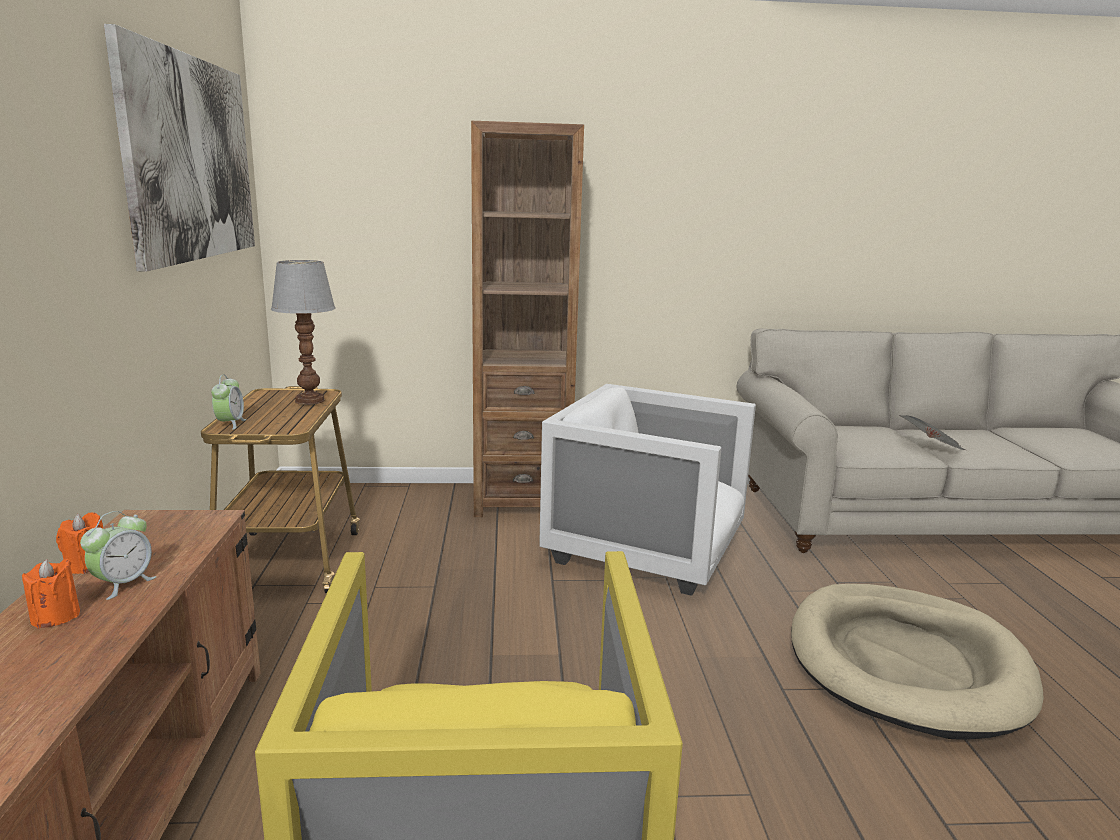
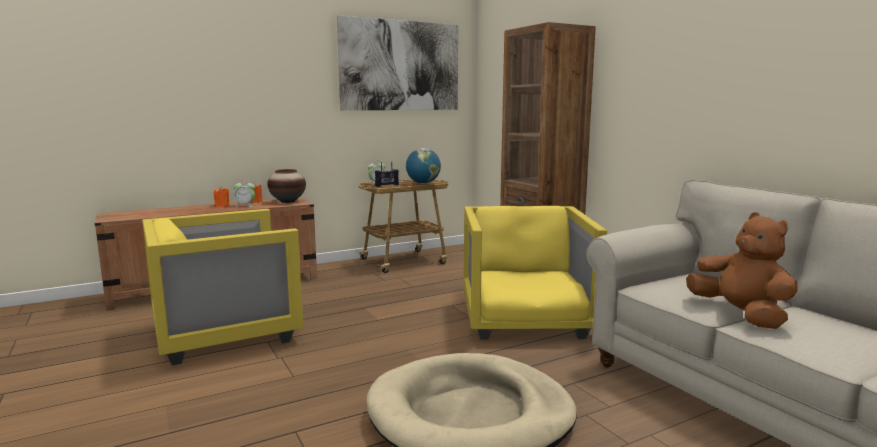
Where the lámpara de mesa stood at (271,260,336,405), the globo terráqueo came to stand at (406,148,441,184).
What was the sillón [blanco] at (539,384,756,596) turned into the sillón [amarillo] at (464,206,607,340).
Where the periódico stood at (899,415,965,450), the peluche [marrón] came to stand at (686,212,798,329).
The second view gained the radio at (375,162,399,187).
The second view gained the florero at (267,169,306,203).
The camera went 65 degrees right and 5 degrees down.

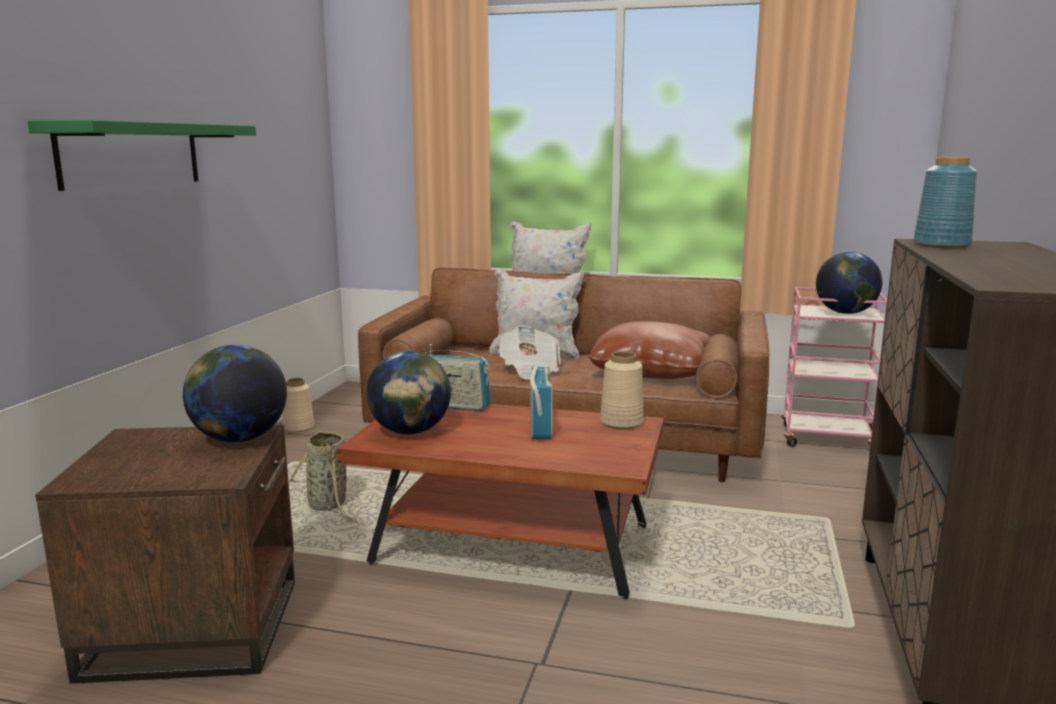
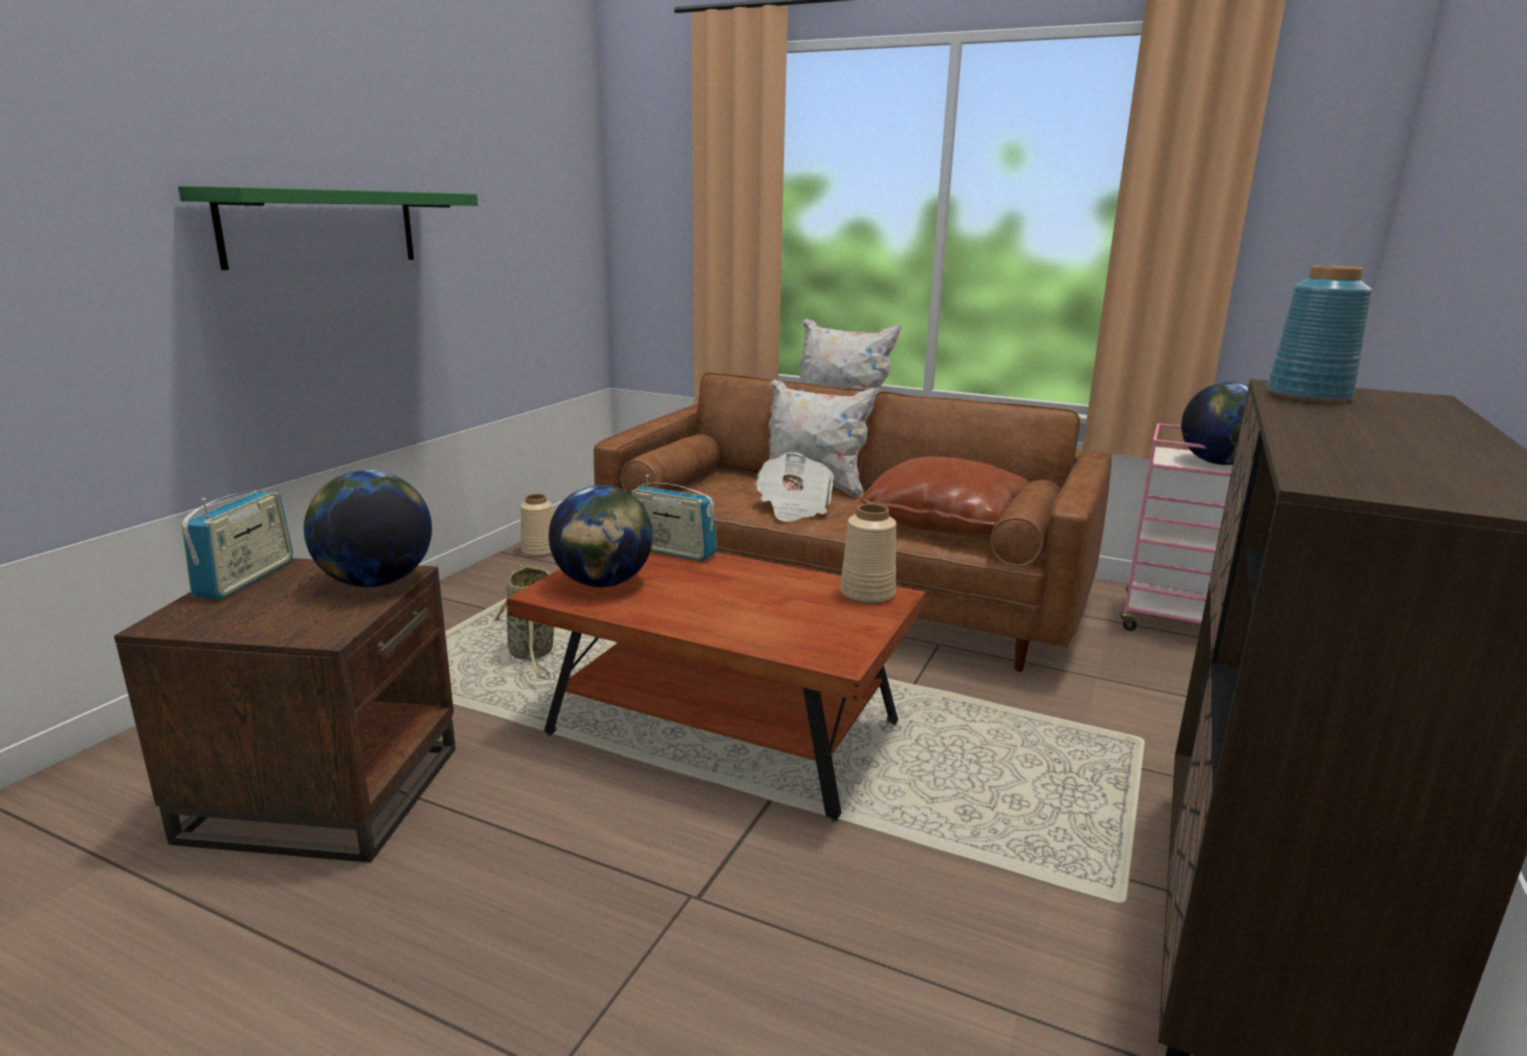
The radio ended up elsewhere, having gone from (530,365,552,440) to (181,490,293,600).
The camera went 10 degrees right and 5 degrees up.

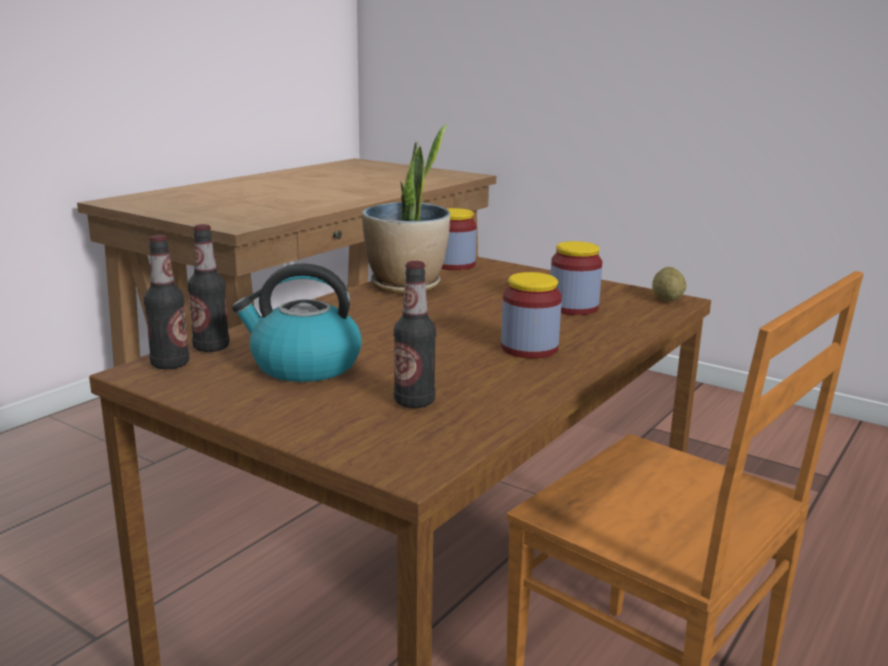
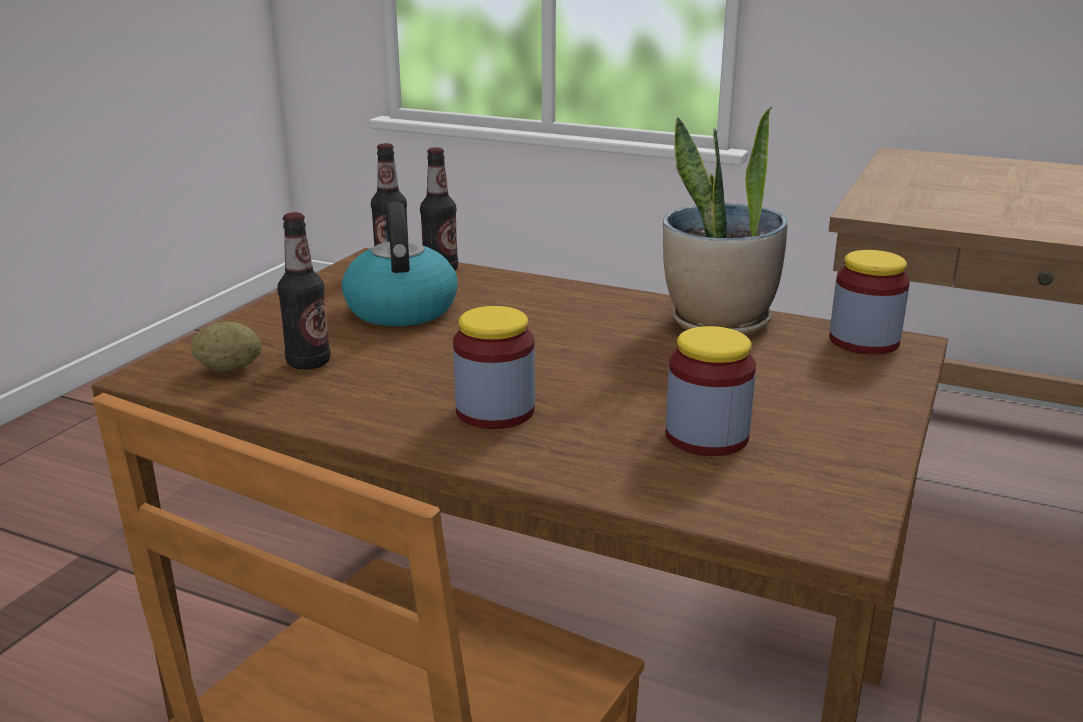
The patata ended up elsewhere, having gone from (652,267,686,301) to (191,322,262,372).
The camera went 80 degrees right and 5 degrees up.

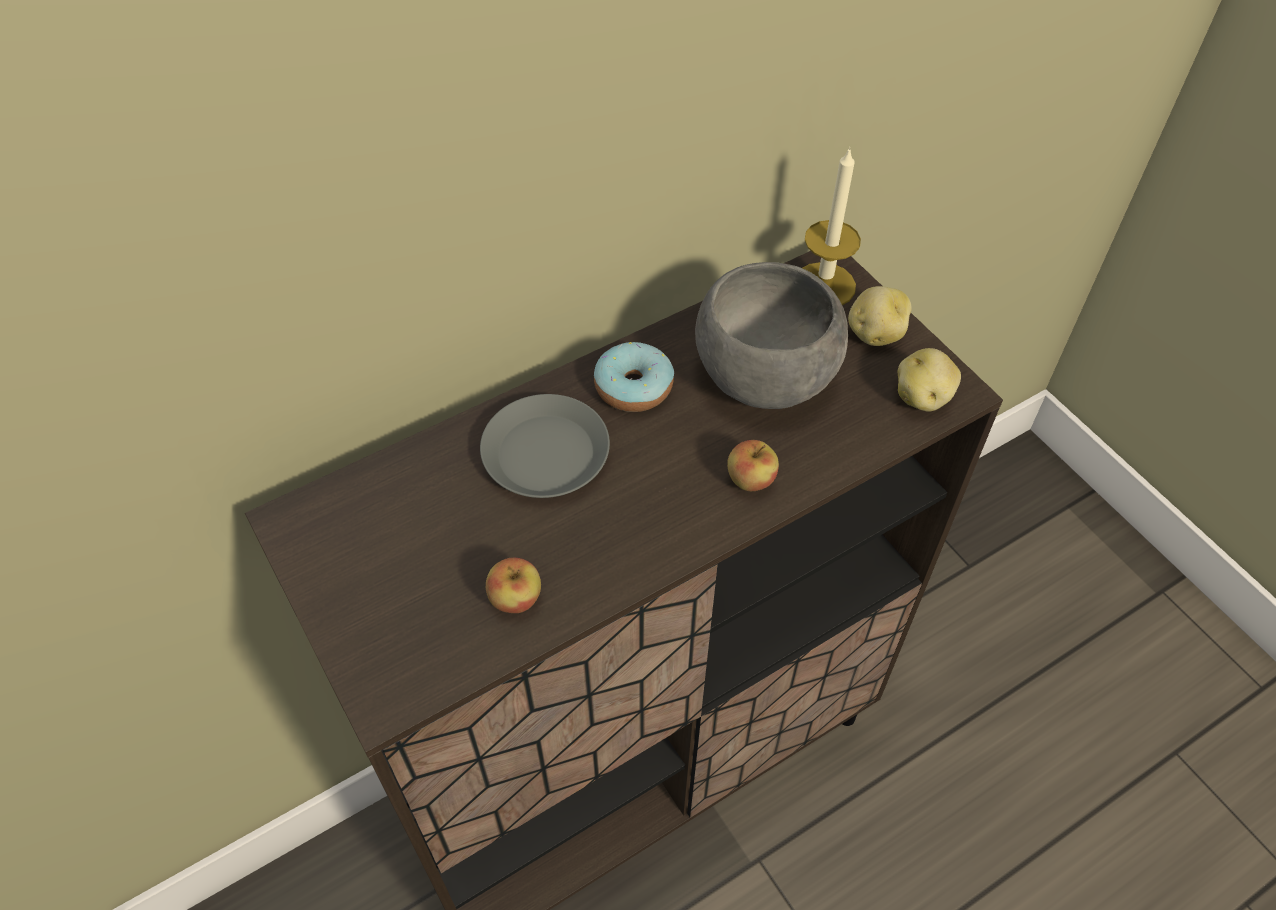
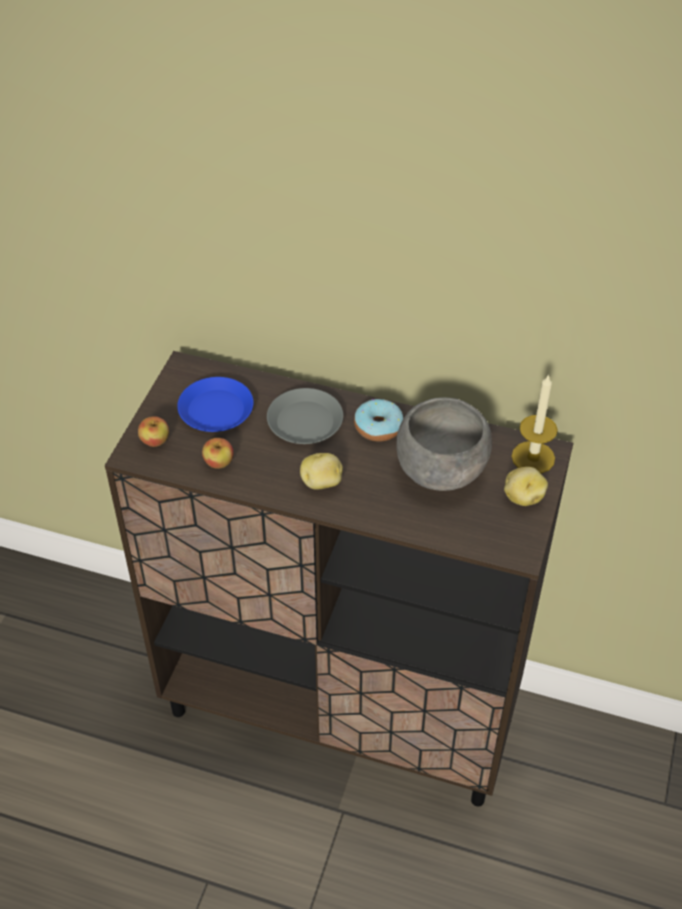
The patata ended up elsewhere, having gone from (898,348,961,412) to (300,453,343,490).
The manzana ended up elsewhere, having gone from (727,440,779,491) to (138,416,169,447).
The second view gained the plato [azul] at (177,377,254,432).
The camera went 50 degrees right and 5 degrees down.

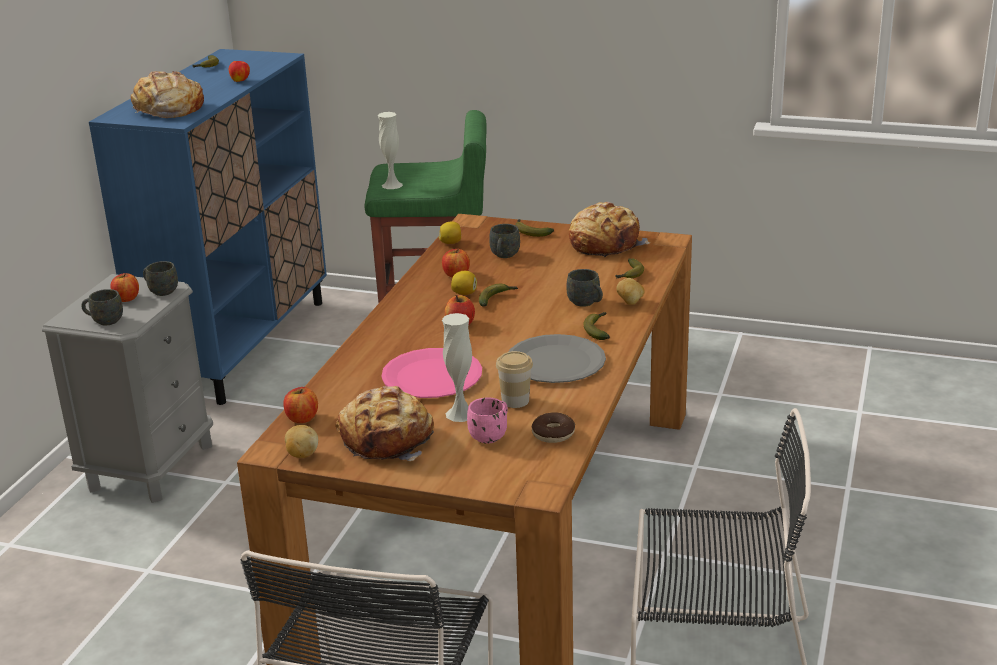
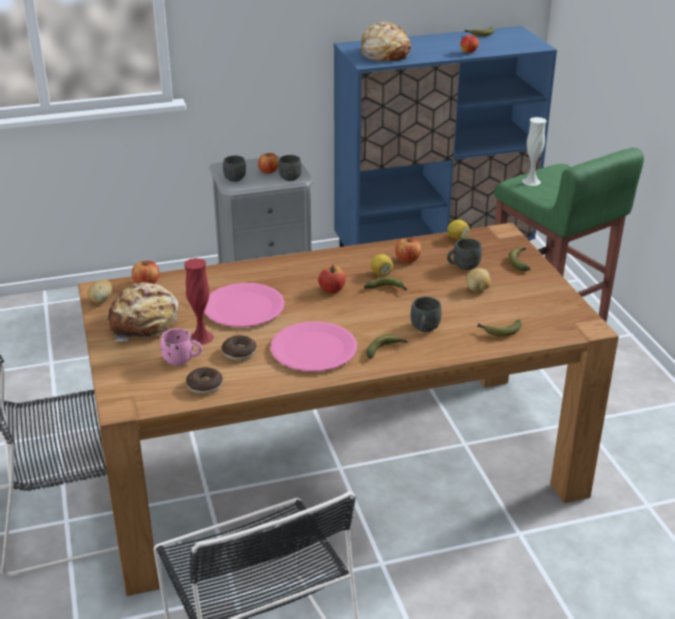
The second view lost the pan at (569,202,650,257).
The patata ended up elsewhere, having gone from (616,278,645,305) to (466,268,491,291).
What was the florero [blanco] at (442,313,472,422) turned into the florero [rojo] at (184,258,214,345).
What was the plato [gris] at (509,334,606,383) turned into the plato [rosa] at (271,322,357,371).
Where the taza stood at (496,351,533,408), the rosquilla came to stand at (222,335,257,361).
The camera went 55 degrees right and 5 degrees up.

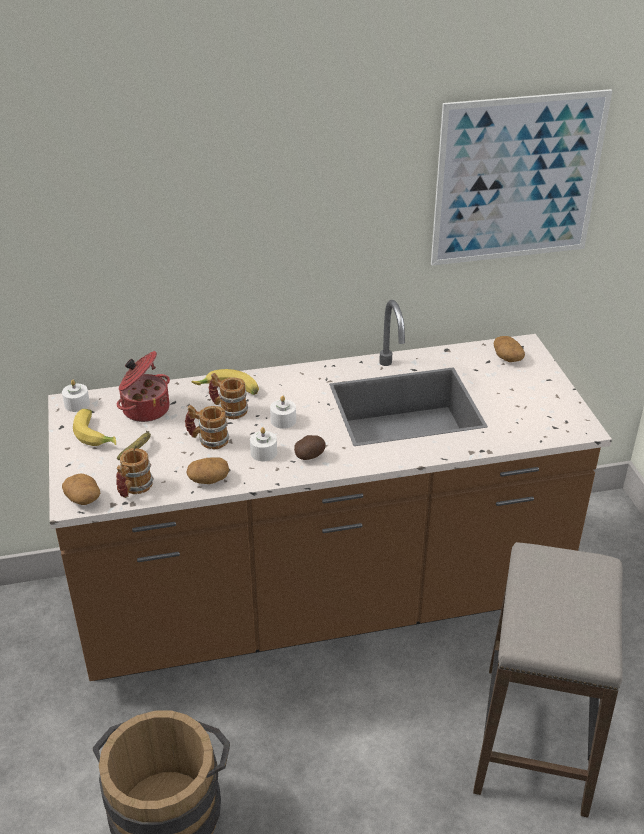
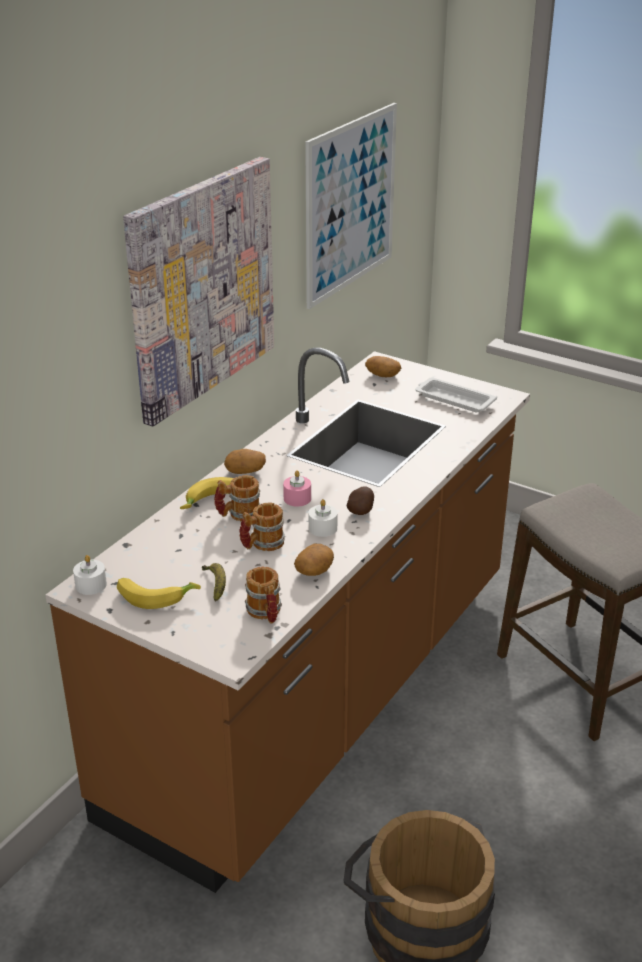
The second view lost the olla at (117,351,170,422).
What was the vela [blanco] at (270,396,296,429) turned into the vela [rosa] at (283,470,311,507).
The patata ended up elsewhere, having gone from (62,473,100,505) to (224,449,266,474).
The second view gained the cuadro at (123,157,274,426).
The second view gained the bandeja [blanco] at (415,377,497,412).
The camera went 45 degrees left and 5 degrees down.

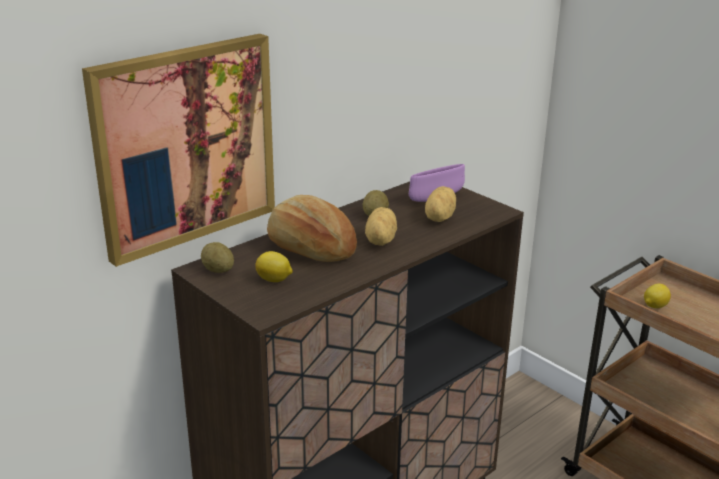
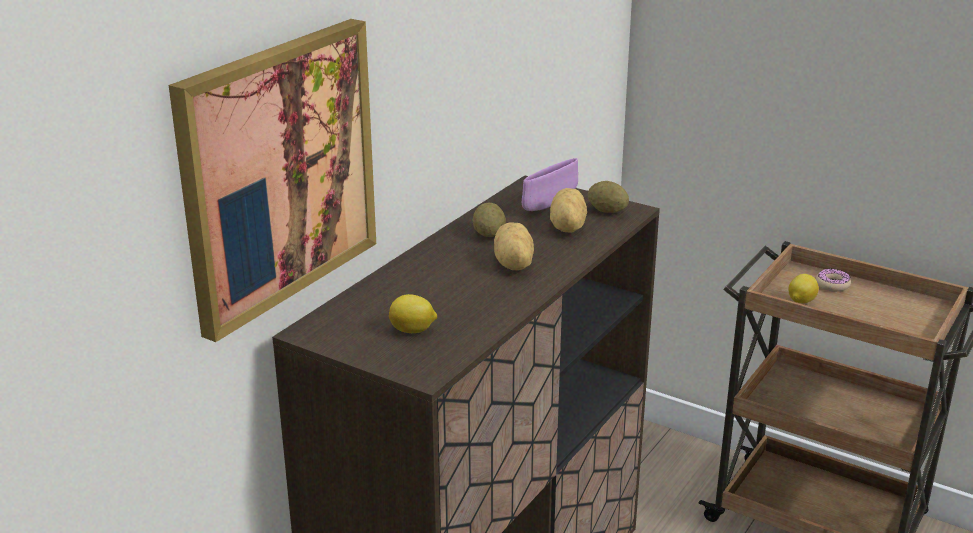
The second view lost the pan at (267,195,357,262).
The patata ended up elsewhere, having gone from (201,242,234,273) to (588,181,629,213).
The second view gained the rosquilla at (815,268,851,292).
The camera went 15 degrees left and 0 degrees up.

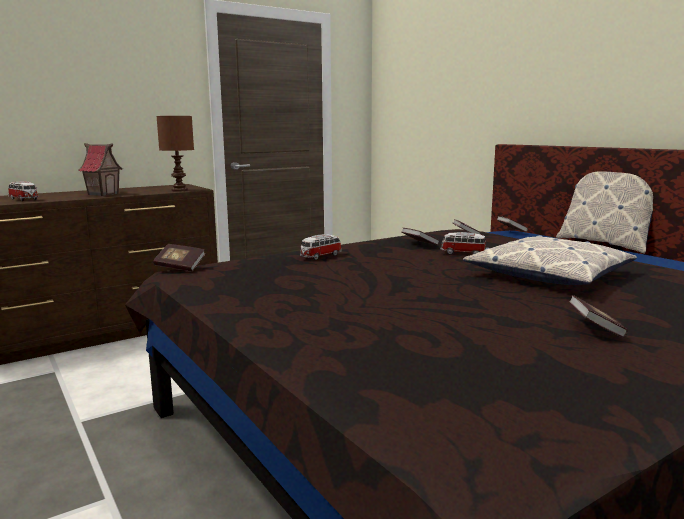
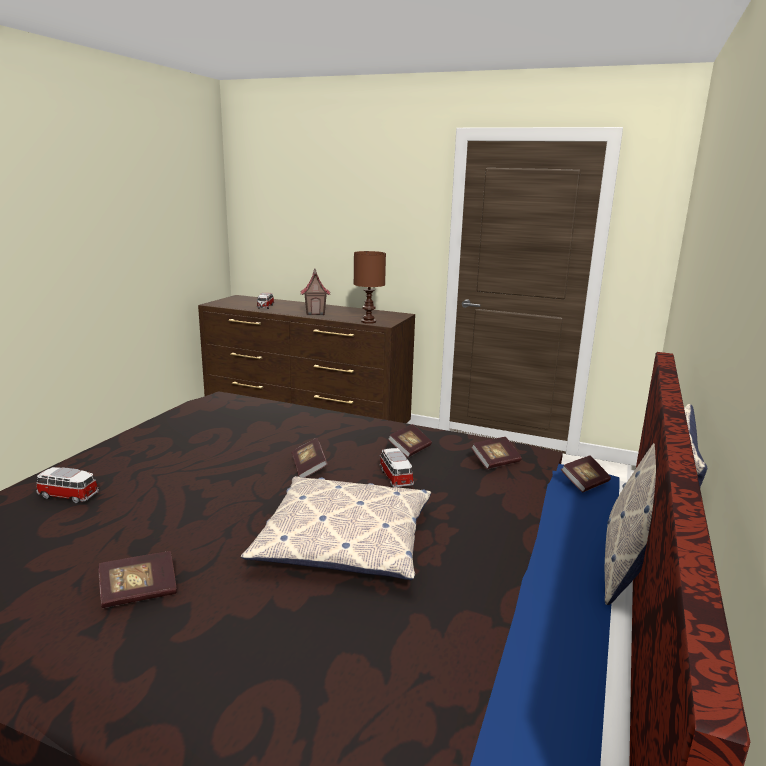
The coche de juguete ended up elsewhere, having gone from (300,234,342,260) to (36,467,99,503).
The libro ended up elsewhere, having gone from (153,244,206,271) to (291,438,328,478).
The camera went 55 degrees right and 5 degrees up.

